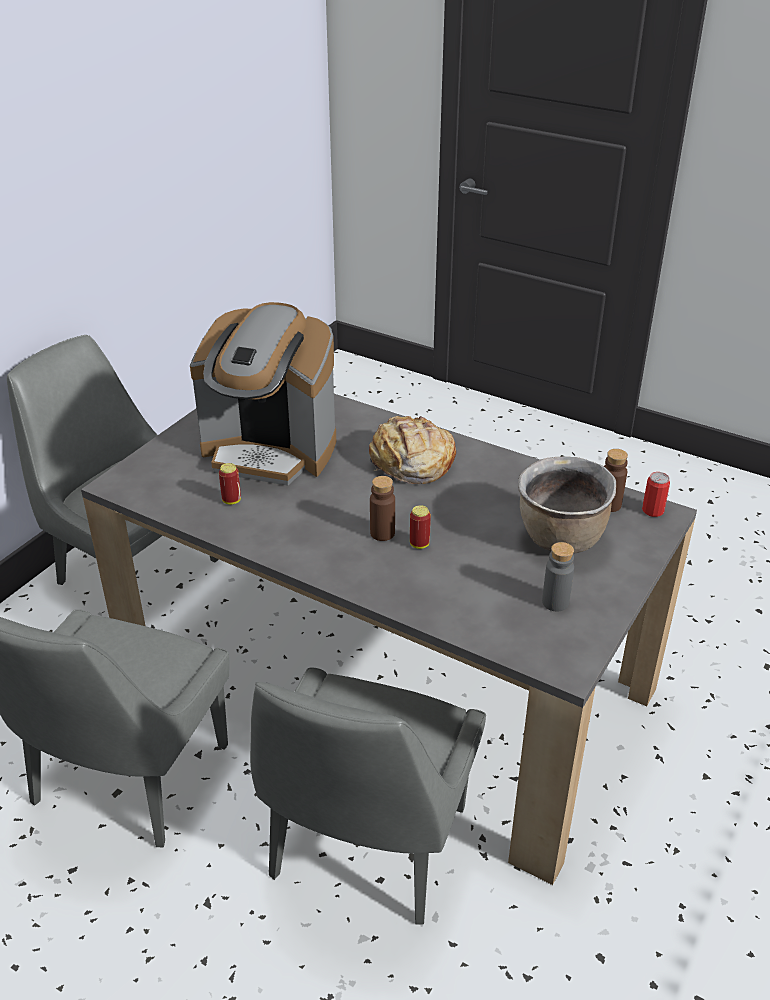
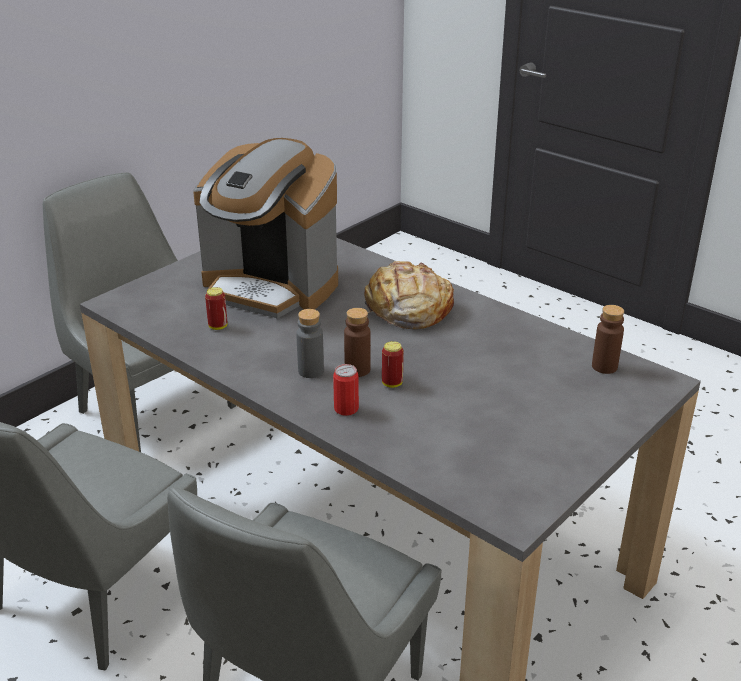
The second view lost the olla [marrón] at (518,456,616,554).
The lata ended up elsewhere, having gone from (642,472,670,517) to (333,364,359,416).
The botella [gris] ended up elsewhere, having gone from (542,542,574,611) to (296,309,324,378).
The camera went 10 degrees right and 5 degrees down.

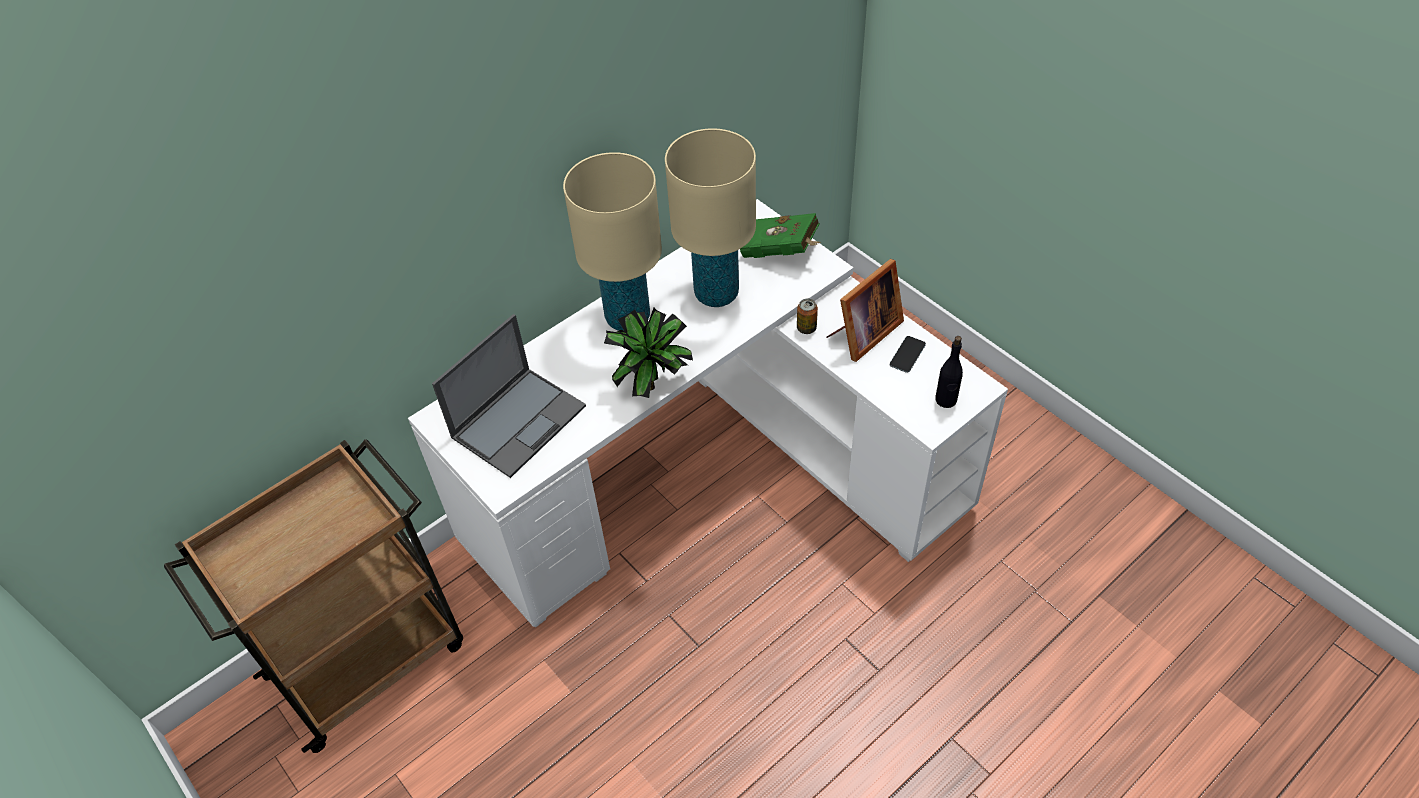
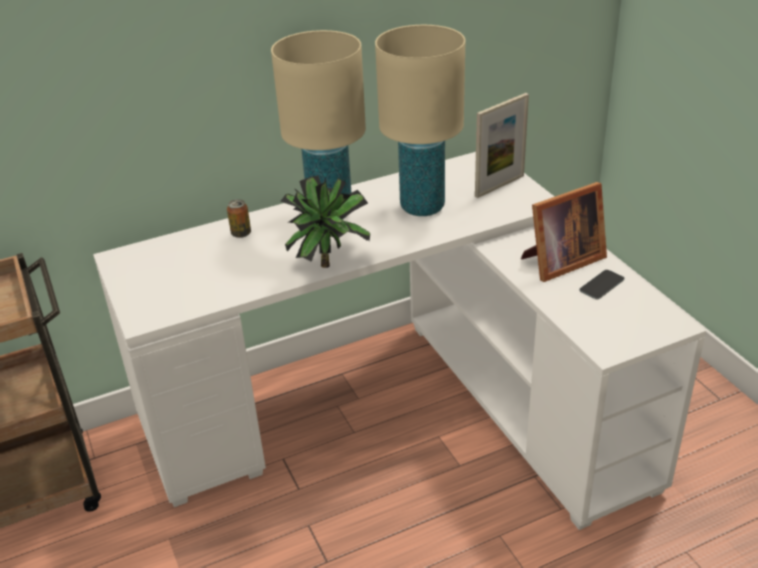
Where the libro [verde] stood at (740,213,821,258), the portarretratos came to stand at (475,93,529,198).
The lata ended up elsewhere, having gone from (797,298,818,334) to (227,199,251,238).
The second view lost the portátil at (432,314,586,478).
The second view lost the botella [negro] at (935,336,963,408).
The camera went 15 degrees right and 15 degrees down.

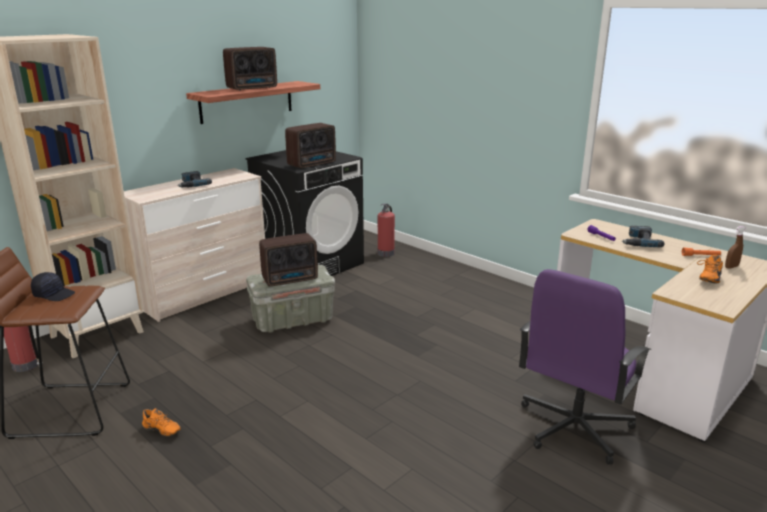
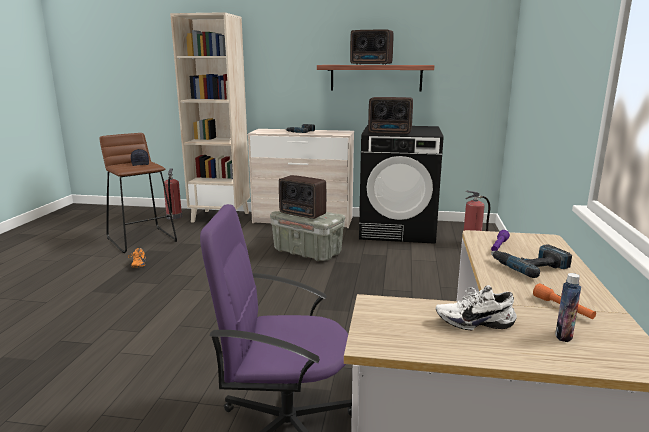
Where the pulverizador [marrón] stood at (725,226,745,269), the botella came to stand at (555,273,581,342).
What was the zapato [naranja] at (697,255,723,284) turned into the zapato [blanco] at (436,285,517,331).
The camera went 55 degrees right and 5 degrees down.

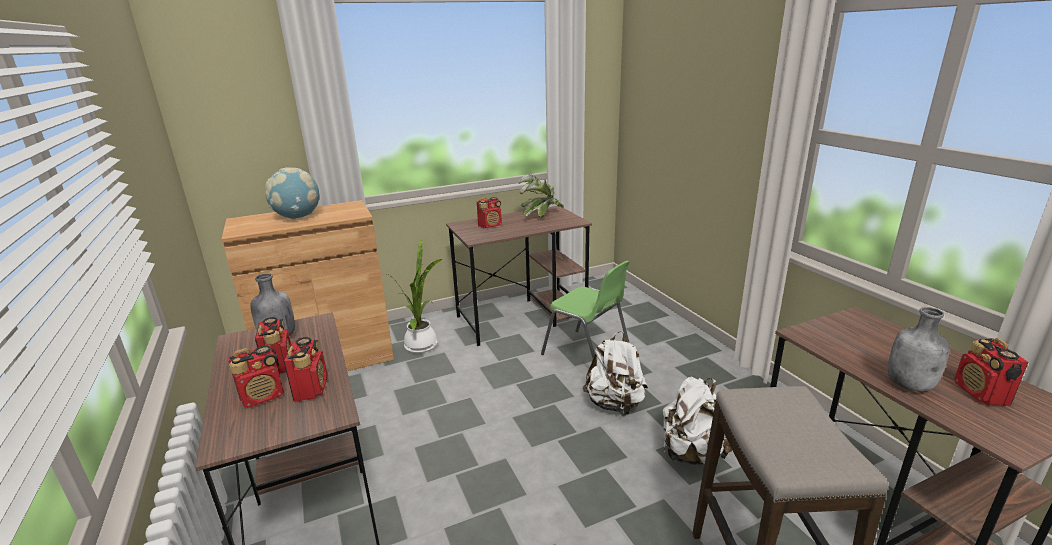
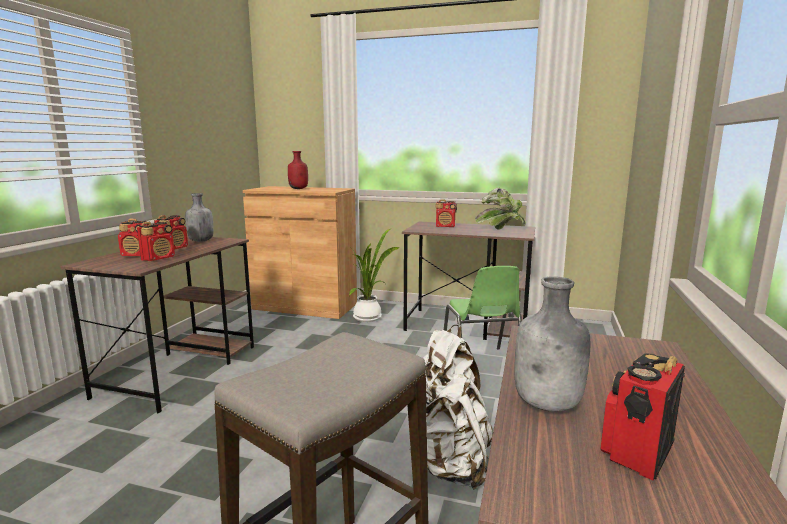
Where the globo terráqueo stood at (265,167,320,219), the botella [rojo] came to stand at (288,151,308,189).
The camera went 40 degrees right and 10 degrees down.

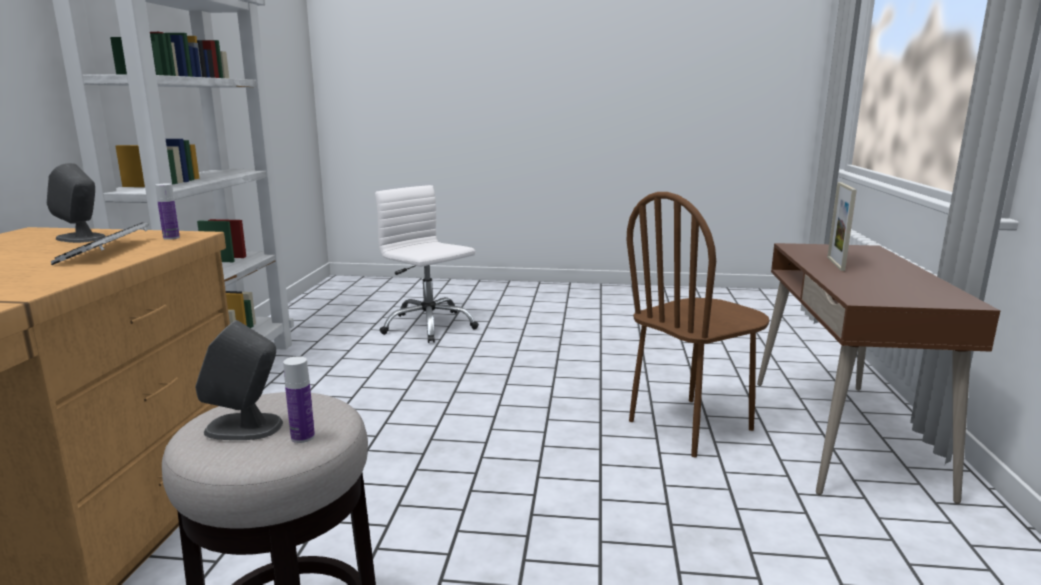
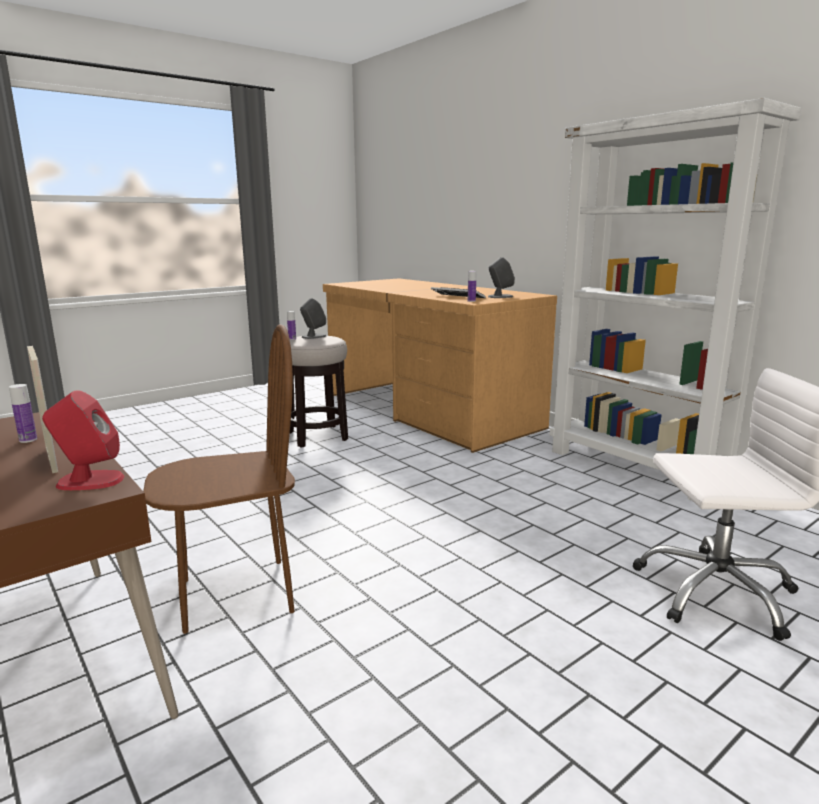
The silla [marrón] at (626,192,769,458) ended up facing another way, 60 degrees clockwise from before.
The second view gained the botella at (9,384,37,443).
The second view gained the altavoz [rojo] at (42,390,124,490).
The camera went 135 degrees right and 0 degrees up.

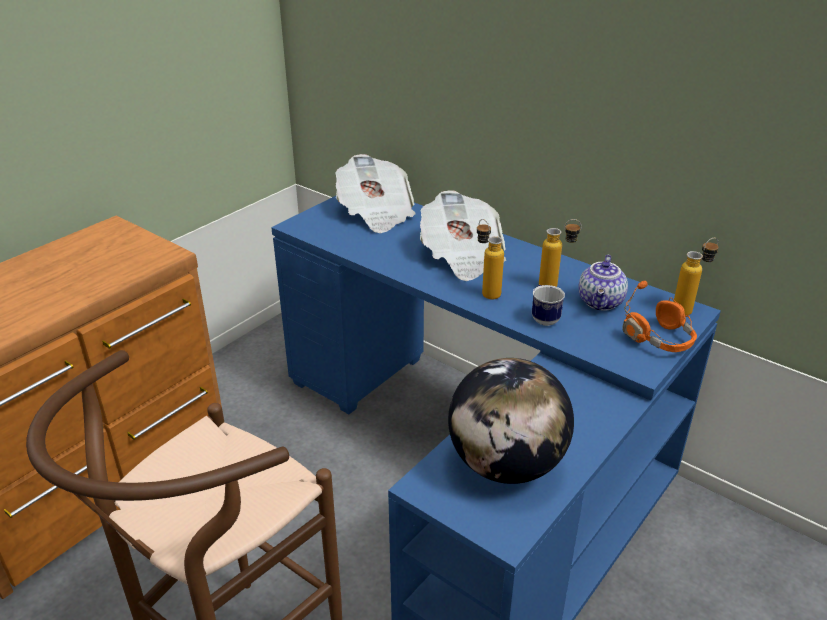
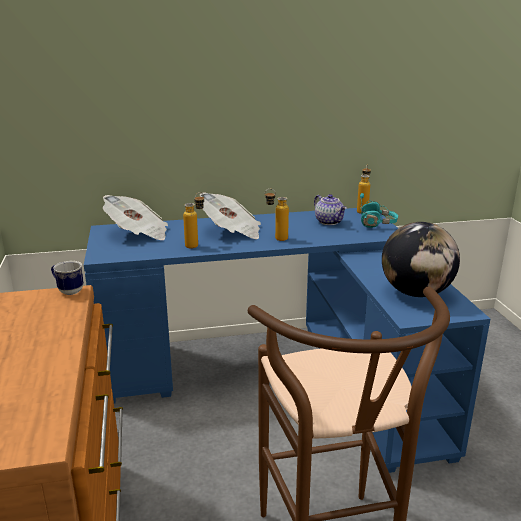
The botella ended up elsewhere, having gone from (539,219,582,287) to (183,192,204,249).
What was the auriculares [naranja] at (622,281,697,352) turned into the auriculares [turquesa] at (360,193,398,228).
The taza grande ended up elsewhere, having gone from (532,285,565,326) to (51,261,84,295).
The camera went 50 degrees left and 10 degrees down.

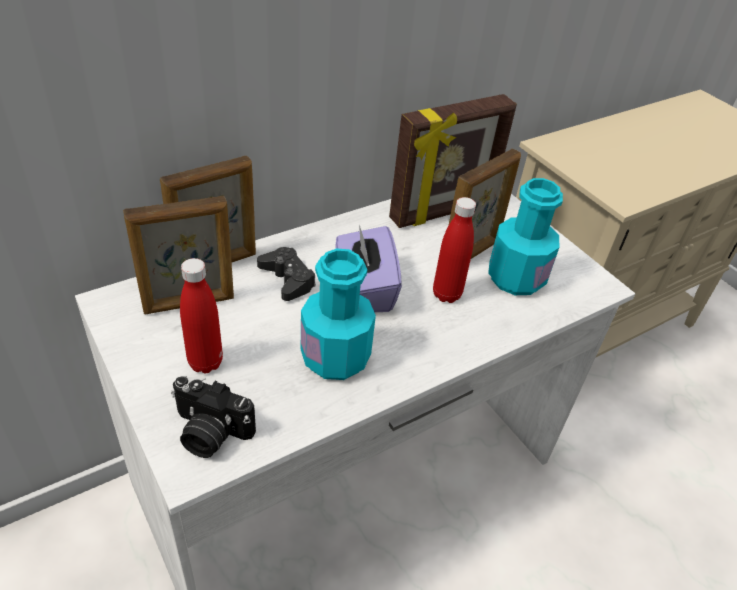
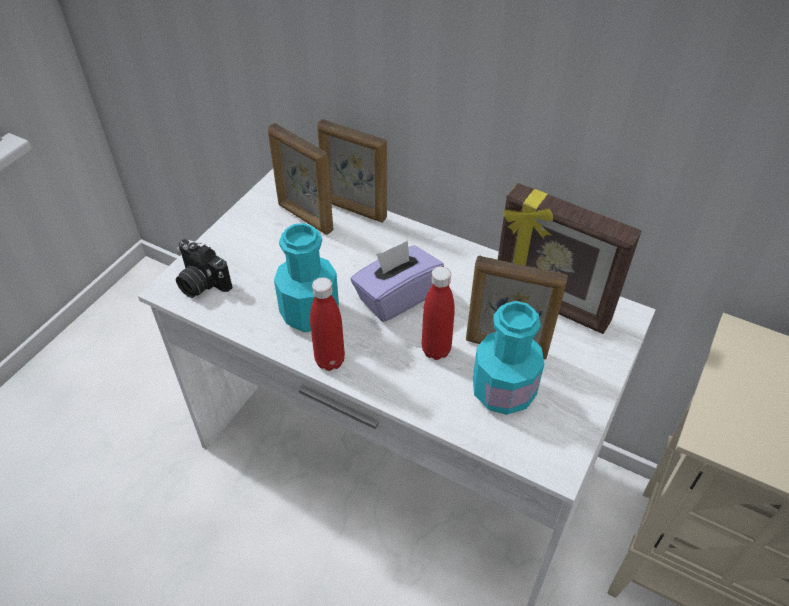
The second view lost the mando de consola [negro] at (257,247,316,301).
The botella [rojo] ended up elsewhere, having gone from (180,258,223,373) to (310,277,345,371).
The cámara at (171,376,256,458) ended up facing another way, 45 degrees counterclockwise from before.
The camera went 65 degrees right and 5 degrees up.

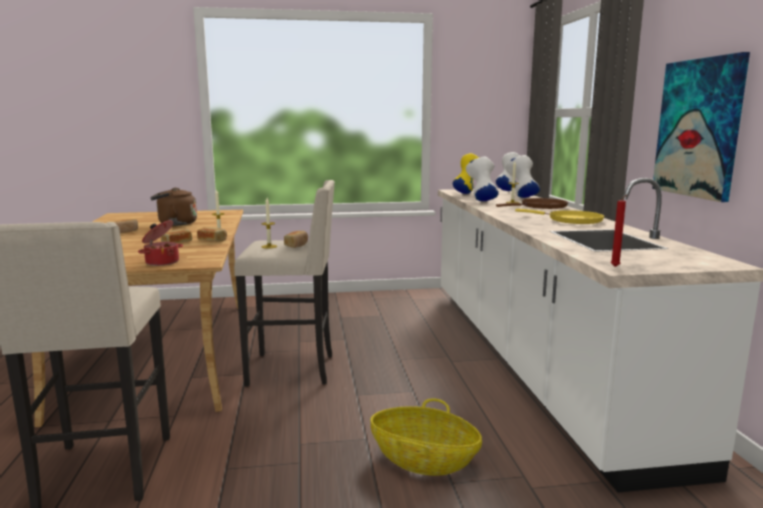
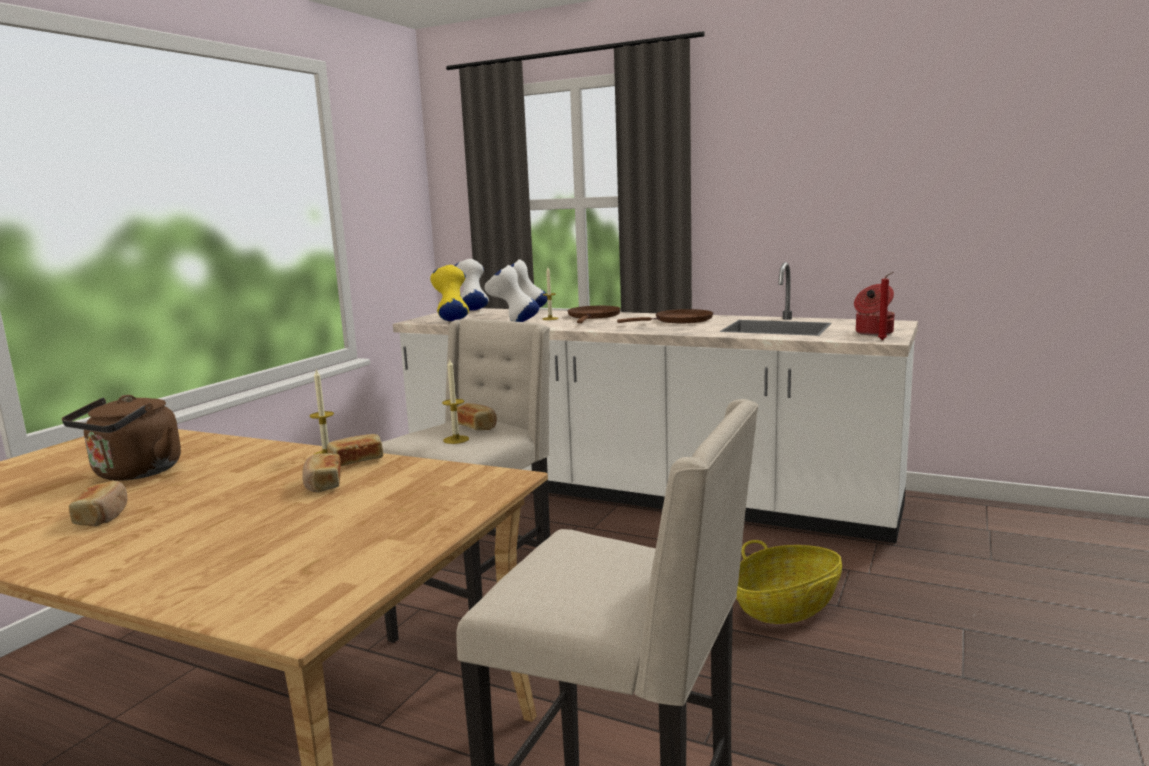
The second view lost the cuadro at (652,52,750,202).
What was the sartén [amarillo] at (515,209,604,224) turned into the sartén [marrón] at (617,309,713,323).
The olla ended up elsewhere, having gone from (138,220,183,266) to (854,284,895,336).
The camera went 55 degrees left and 0 degrees up.

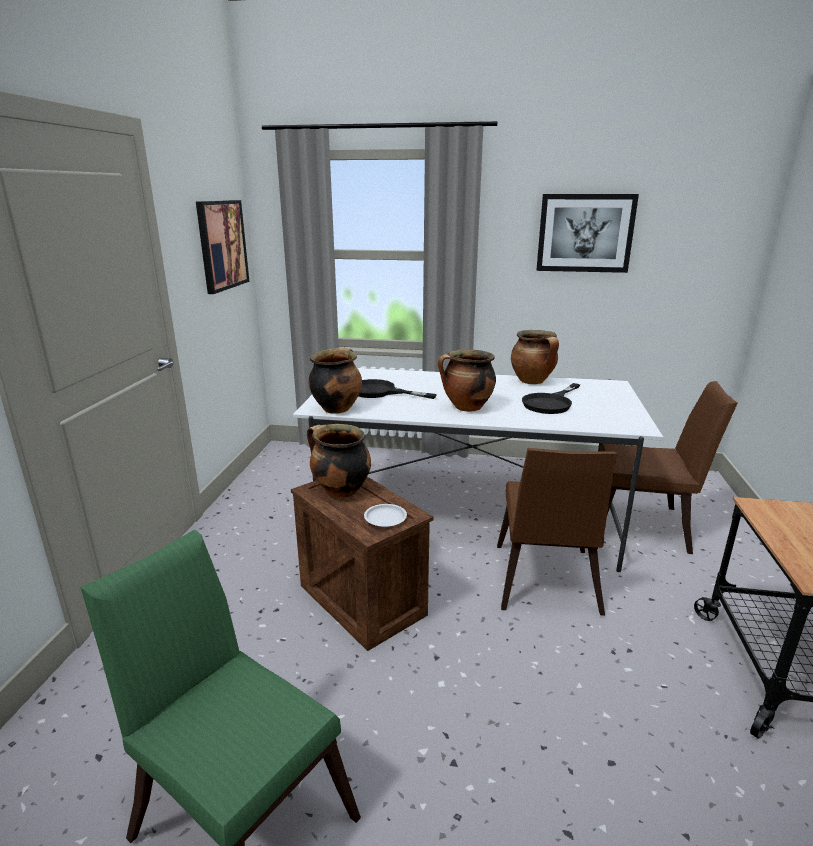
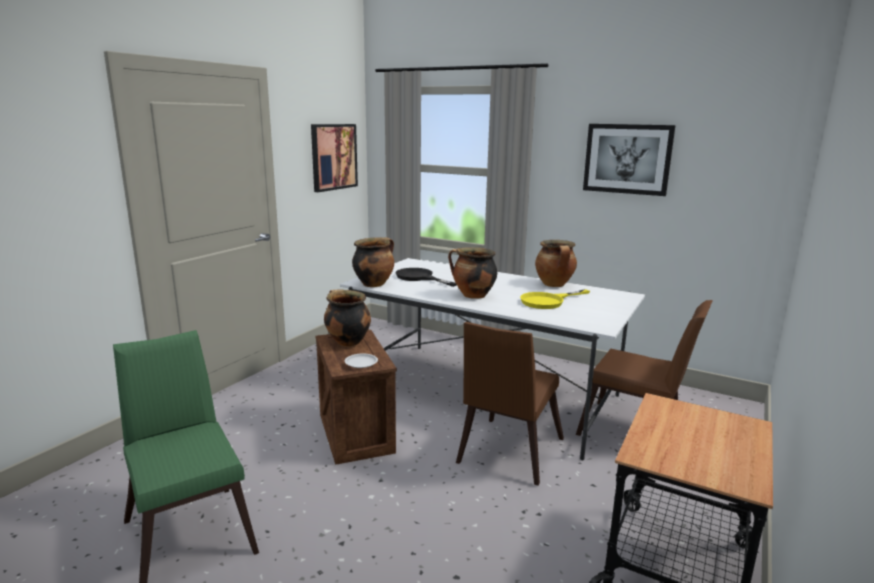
What was the sartén [negro] at (522,383,580,414) turned into the sartén [amarillo] at (520,289,590,309).
The camera went 20 degrees right and 5 degrees down.

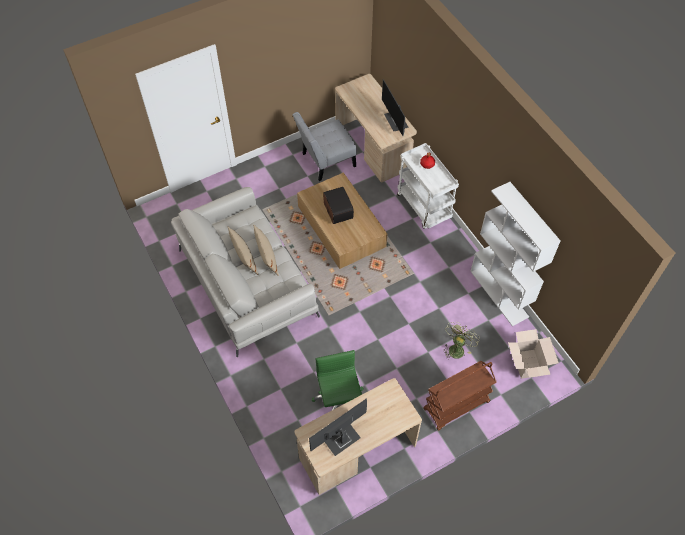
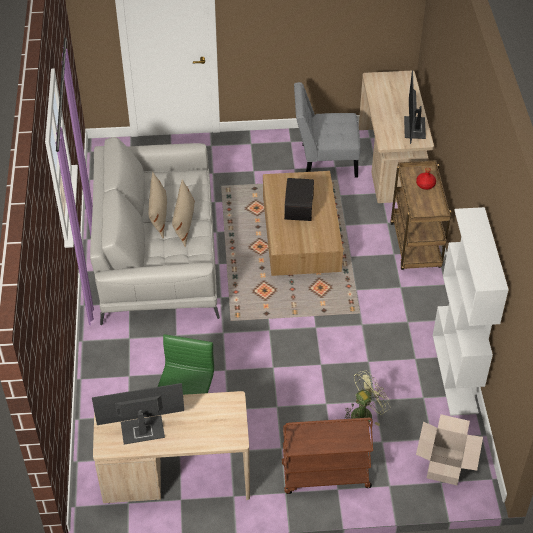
What was the carrito [blanco] at (397,143,459,229) turned into the carrito [marrón] at (390,160,451,270).
The camera went 25 degrees right and 10 degrees down.

